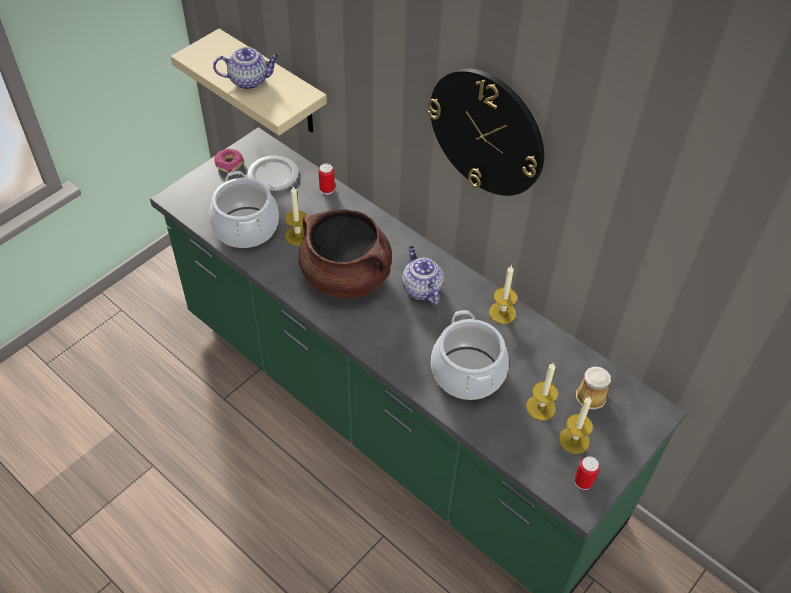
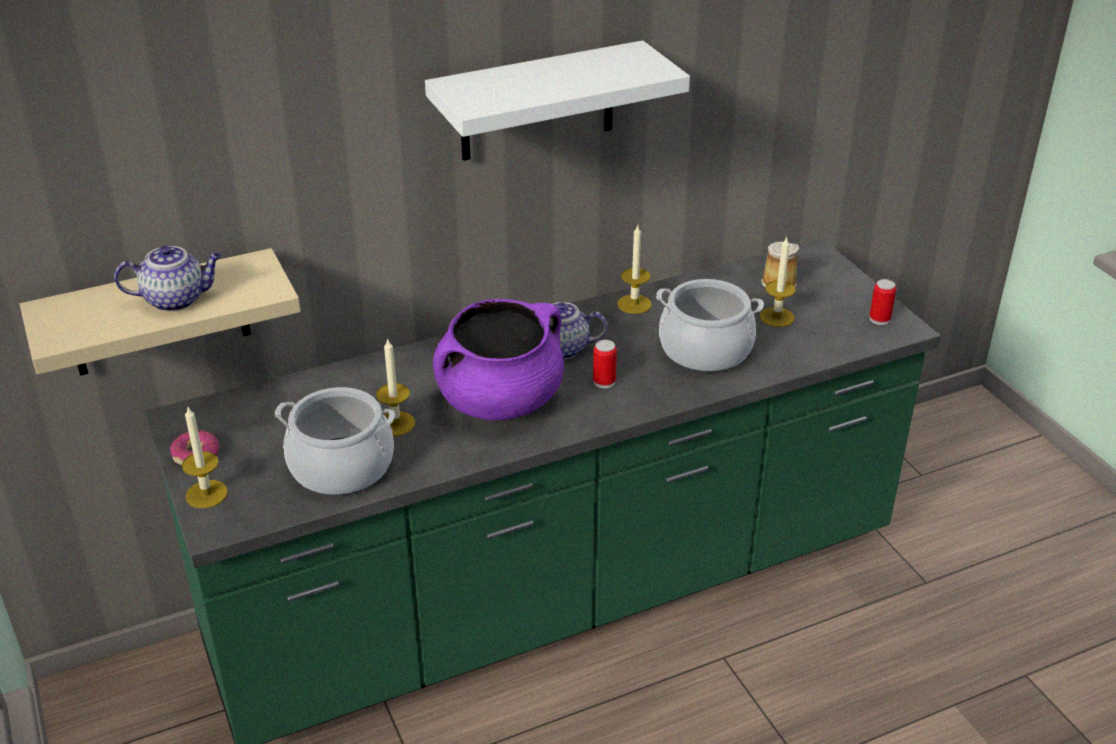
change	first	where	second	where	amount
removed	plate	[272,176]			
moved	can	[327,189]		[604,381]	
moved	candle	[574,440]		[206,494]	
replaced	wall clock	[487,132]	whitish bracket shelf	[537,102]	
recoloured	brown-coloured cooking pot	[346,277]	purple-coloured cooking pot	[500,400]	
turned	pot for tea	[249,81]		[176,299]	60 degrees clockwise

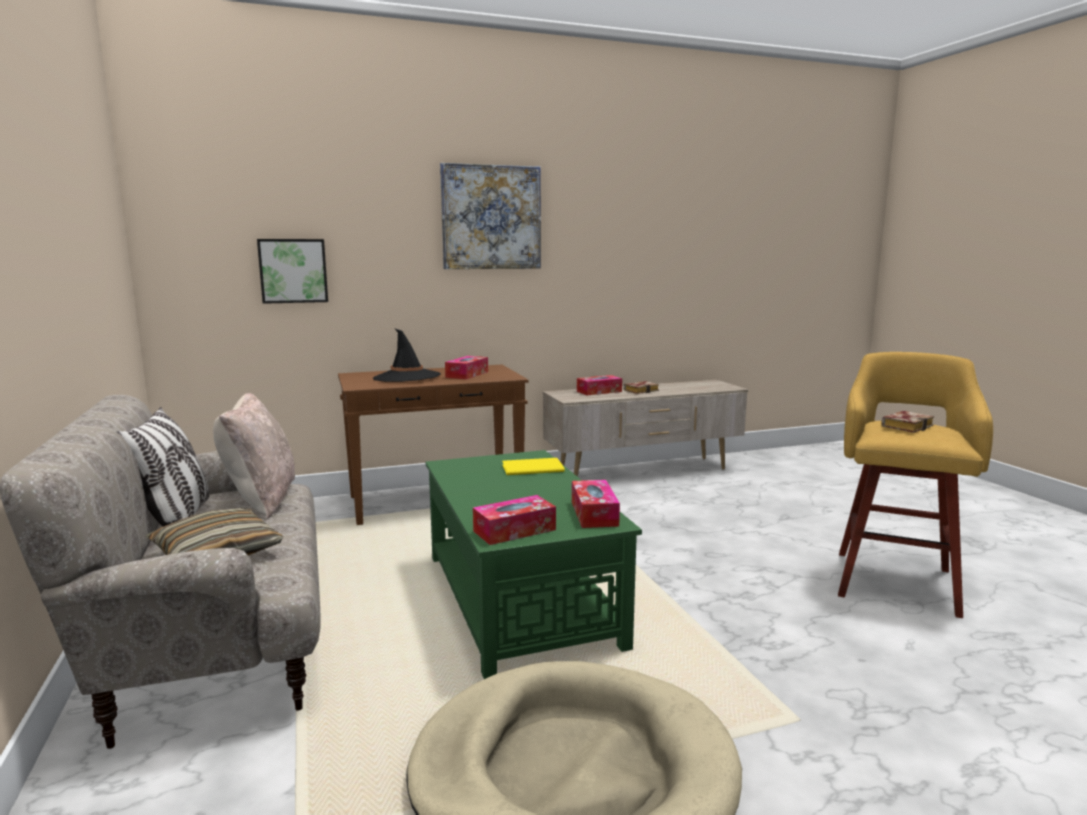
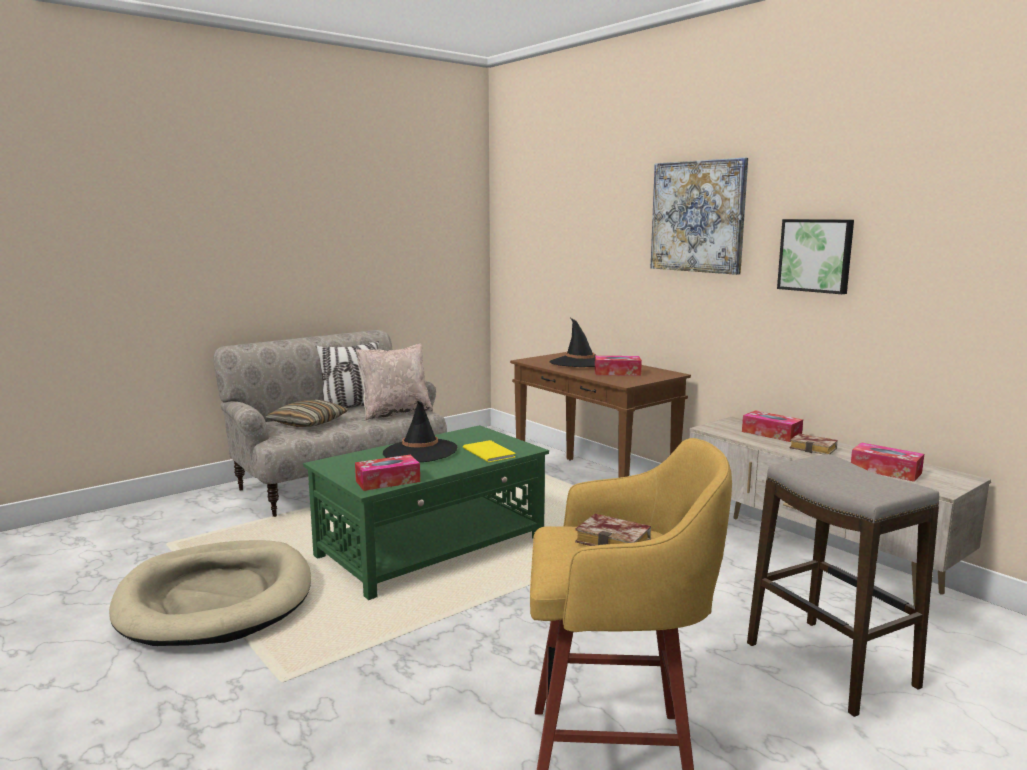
change	first	where	second	where	amount
added			blackish wearable hat	[420,451]	
added			stool seat	[830,666]	
moved	wall art	[293,271]		[816,255]	
moved	box of tissues	[514,530]		[885,471]	

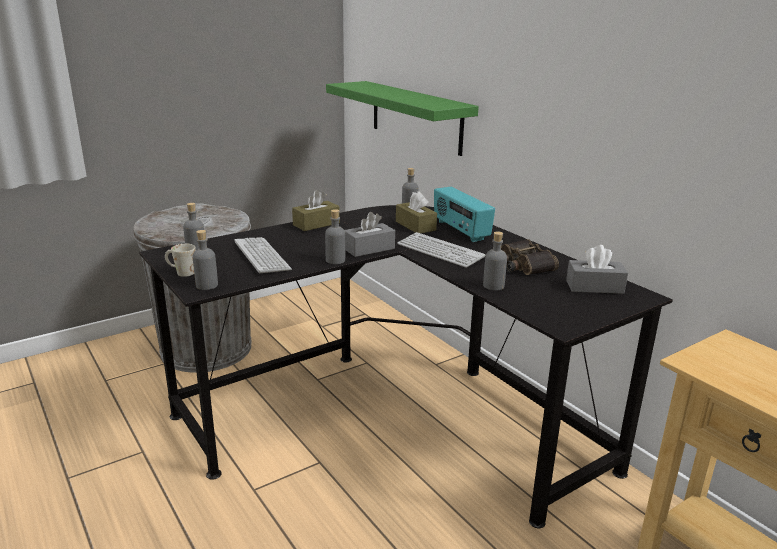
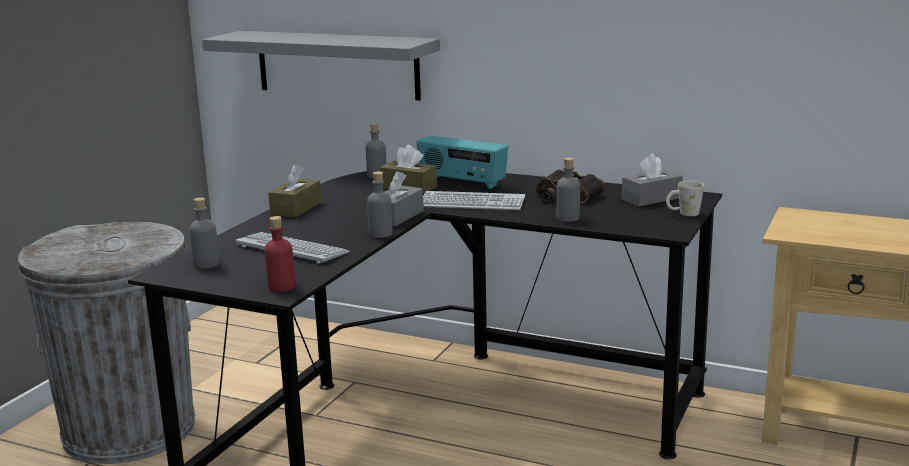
change	first	where	second	where	amount
moved	whitish coffee mug	[181,272]		[683,214]	
recoloured	gray beverage bottle	[207,285]	red-coloured beverage bottle	[281,286]	
recoloured	green bracket shelf	[415,116]	gray bracket shelf	[337,64]	

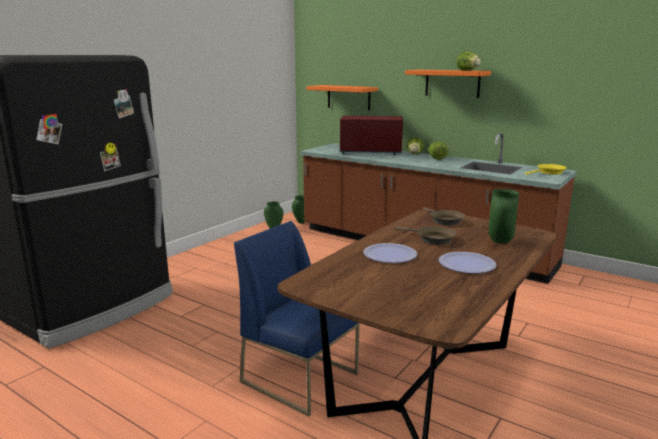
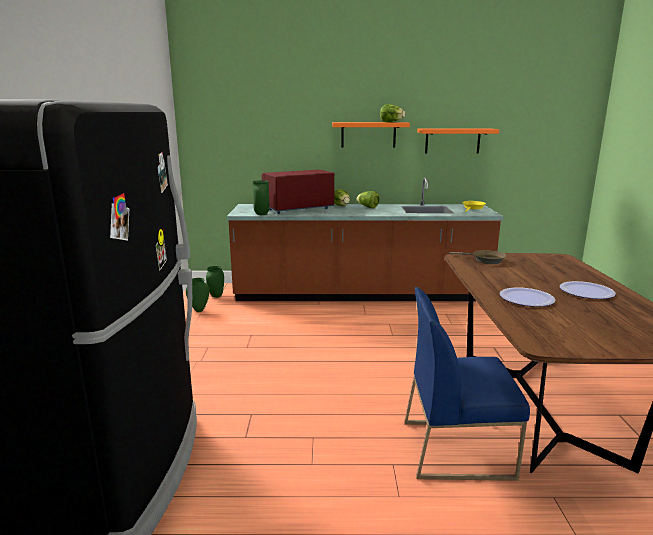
change	first	where	second	where	amount
removed	brown-coloured pan	[432,239]			
moved	orangey bracket shelf	[348,97]		[452,141]	
moved	green vase	[499,241]		[261,214]	

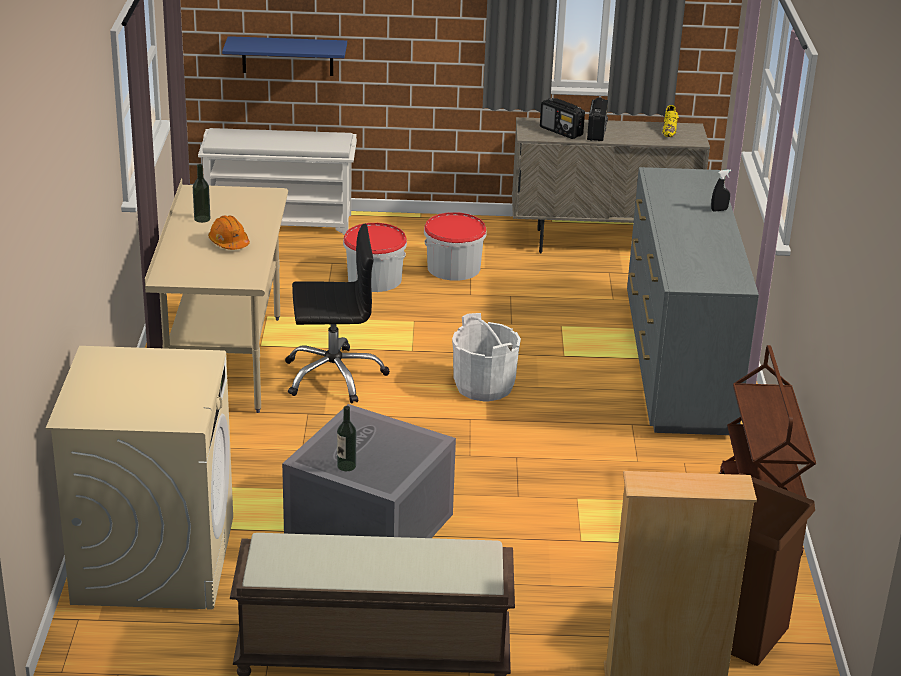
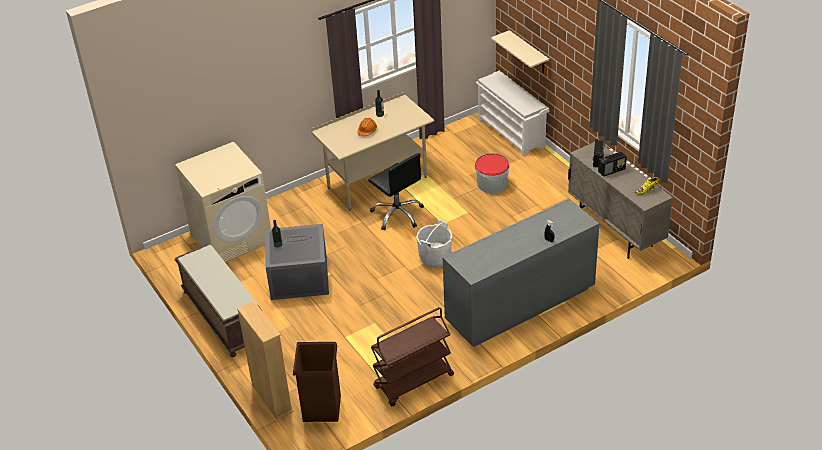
change	first	where	second	where	amount
removed	water bucket	[454,268]			
recoloured	blue-coloured bracket shelf	[287,56]	sand-coloured bracket shelf	[528,53]	

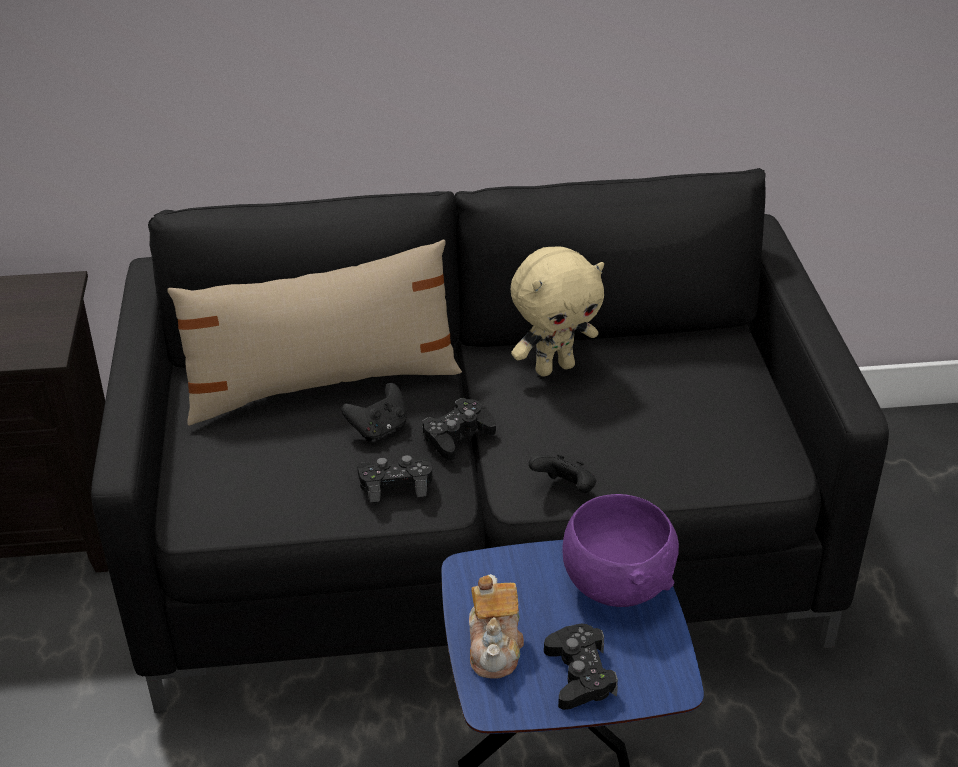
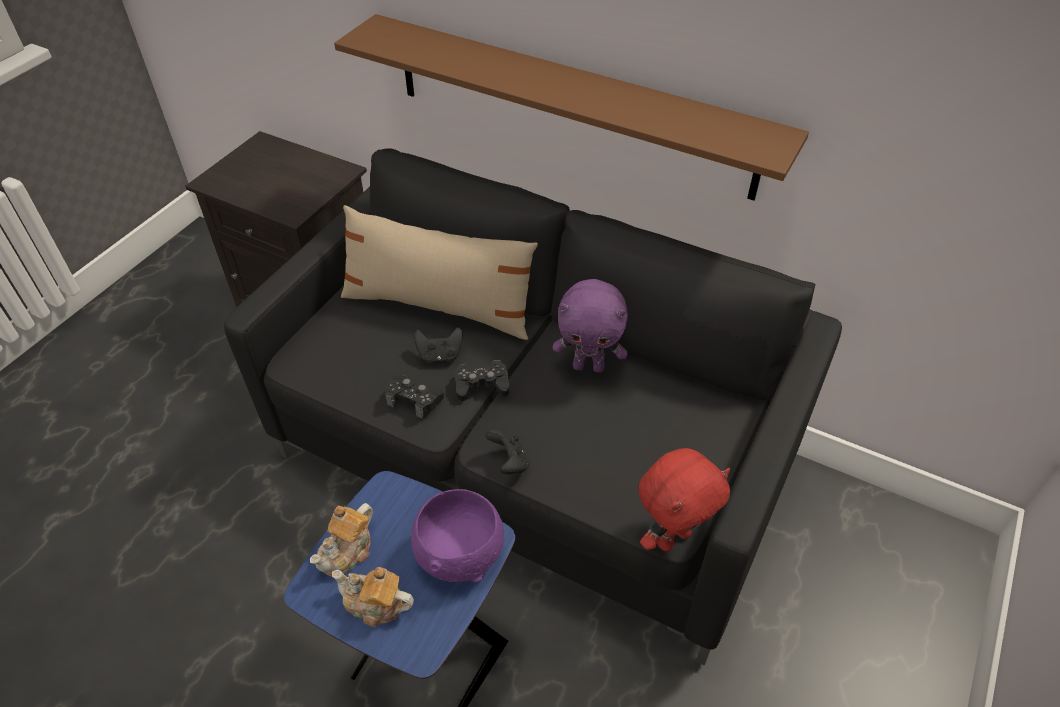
change	first	where	second	where	amount
added			brown-coloured bracket shelf	[570,106]	
added			red-coloured cuddly toy	[672,537]	
replaced	blackish joypad	[579,675]	pot for tea	[375,605]	
recoloured	sand-coloured cuddly toy	[554,367]	purple-coloured cuddly toy	[589,366]	

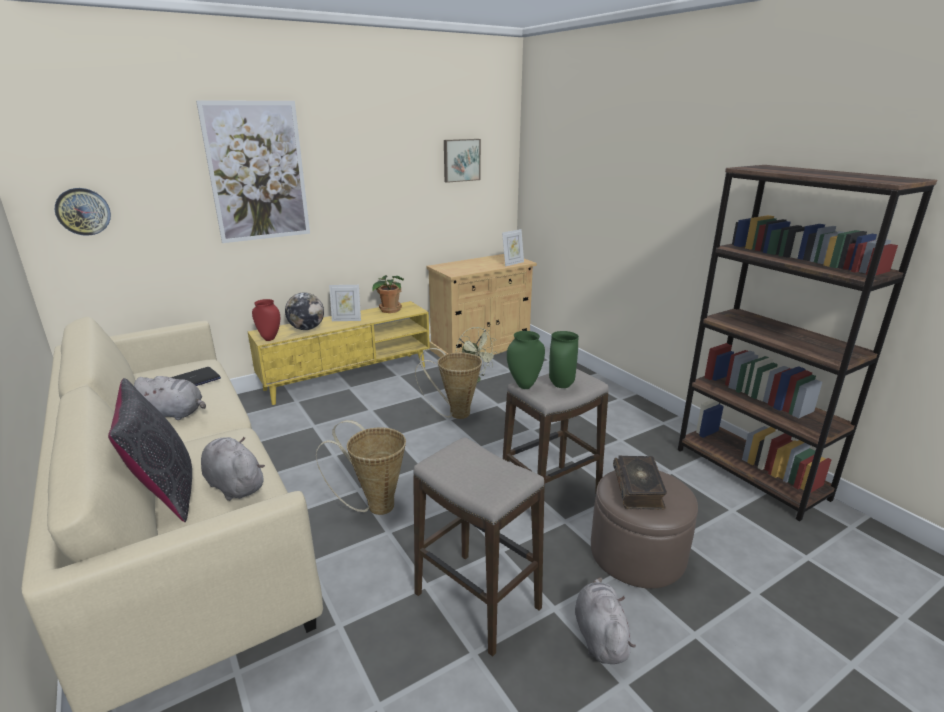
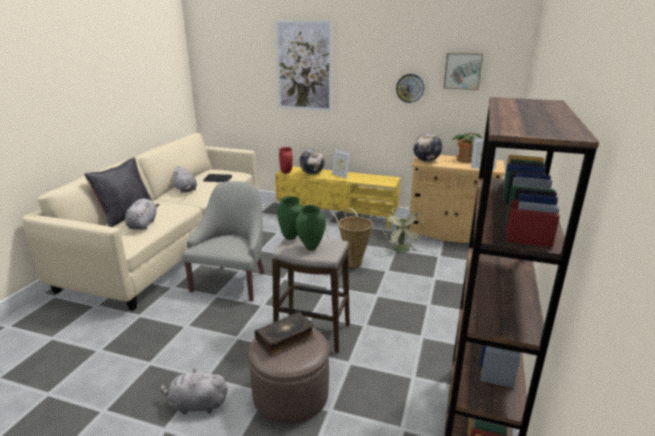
change	first	where	second	where	amount
removed	stool seat	[477,600]			
added			globe	[426,161]	
moved	wall clock	[83,211]		[410,88]	
moved	plant in a pot	[389,310]		[464,160]	
replaced	storage basket	[375,506]	gray armchair	[232,281]	
turned	gray cuddly toy	[599,635]		[196,405]	135 degrees counterclockwise

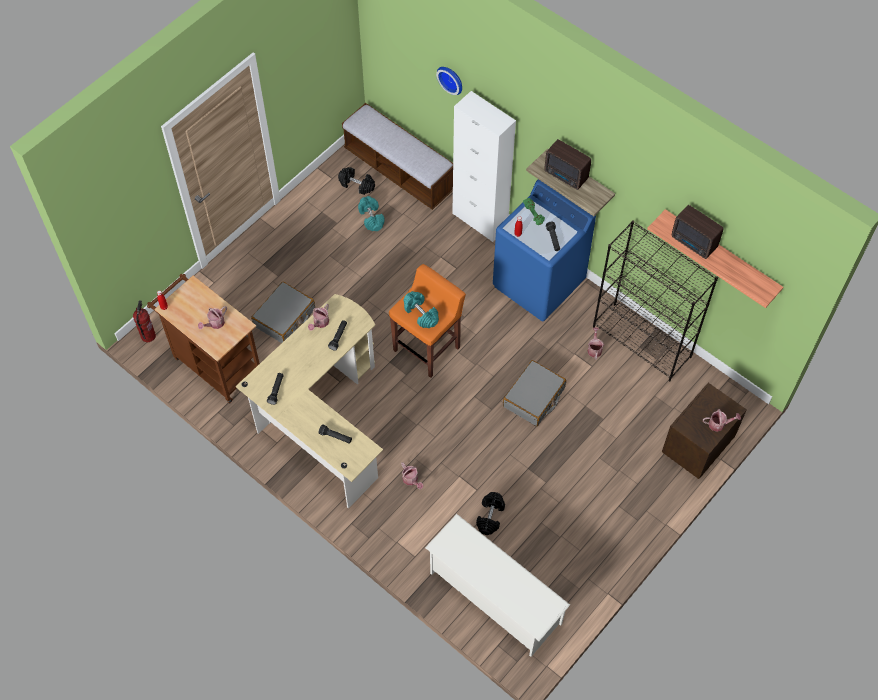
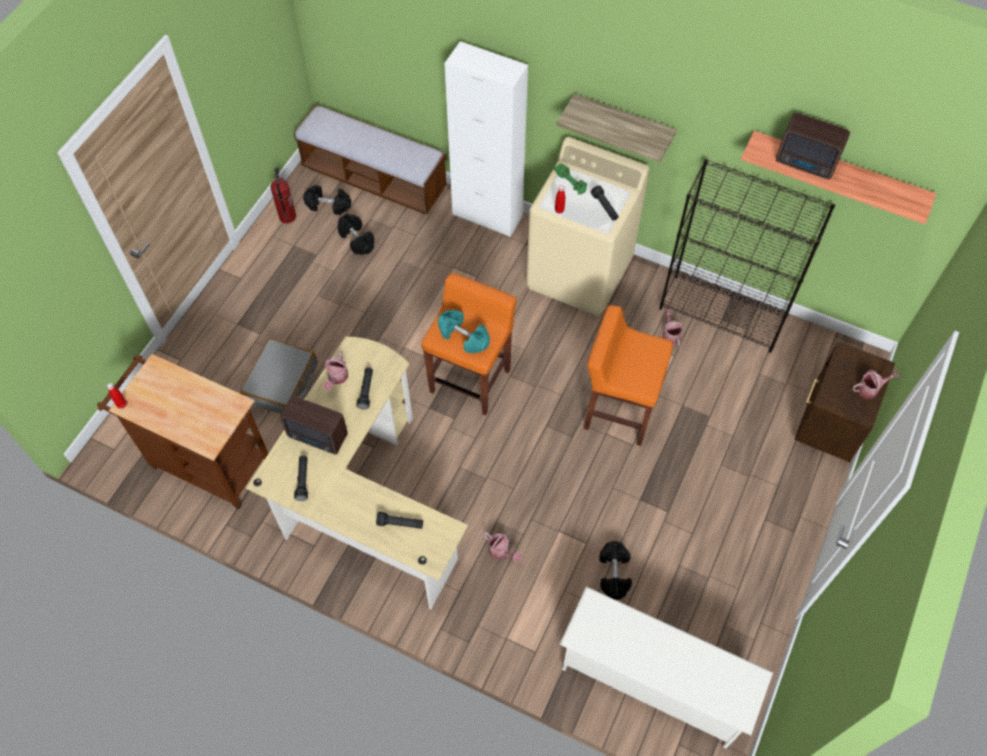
change	first	where	second	where	amount
removed	watering can	[215,324]			
removed	wall clock	[451,78]			
moved	fire-fighting cylinder	[148,336]		[287,216]	
moved	radio	[566,176]		[318,437]	
replaced	gray suitcase	[534,398]	orangey stool seat	[619,410]	
recoloured	turquoise-coloured hand weight	[371,218]	blackish hand weight	[357,240]	
recoloured	blue-coloured laundry machine	[539,283]	sand-coloured laundry machine	[580,273]	

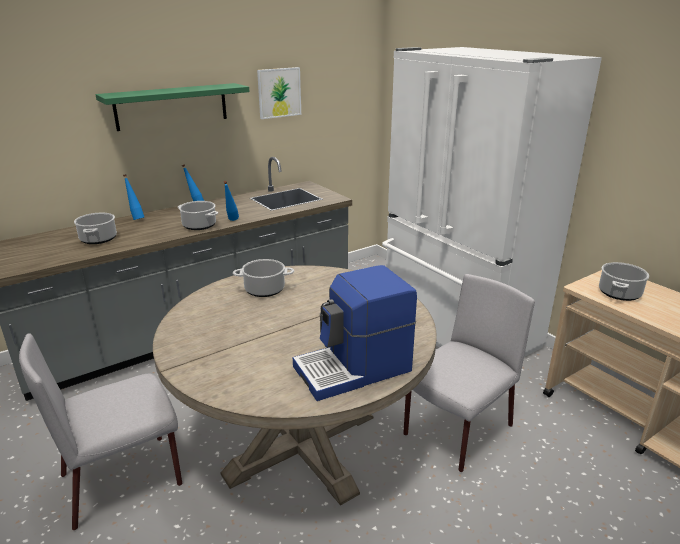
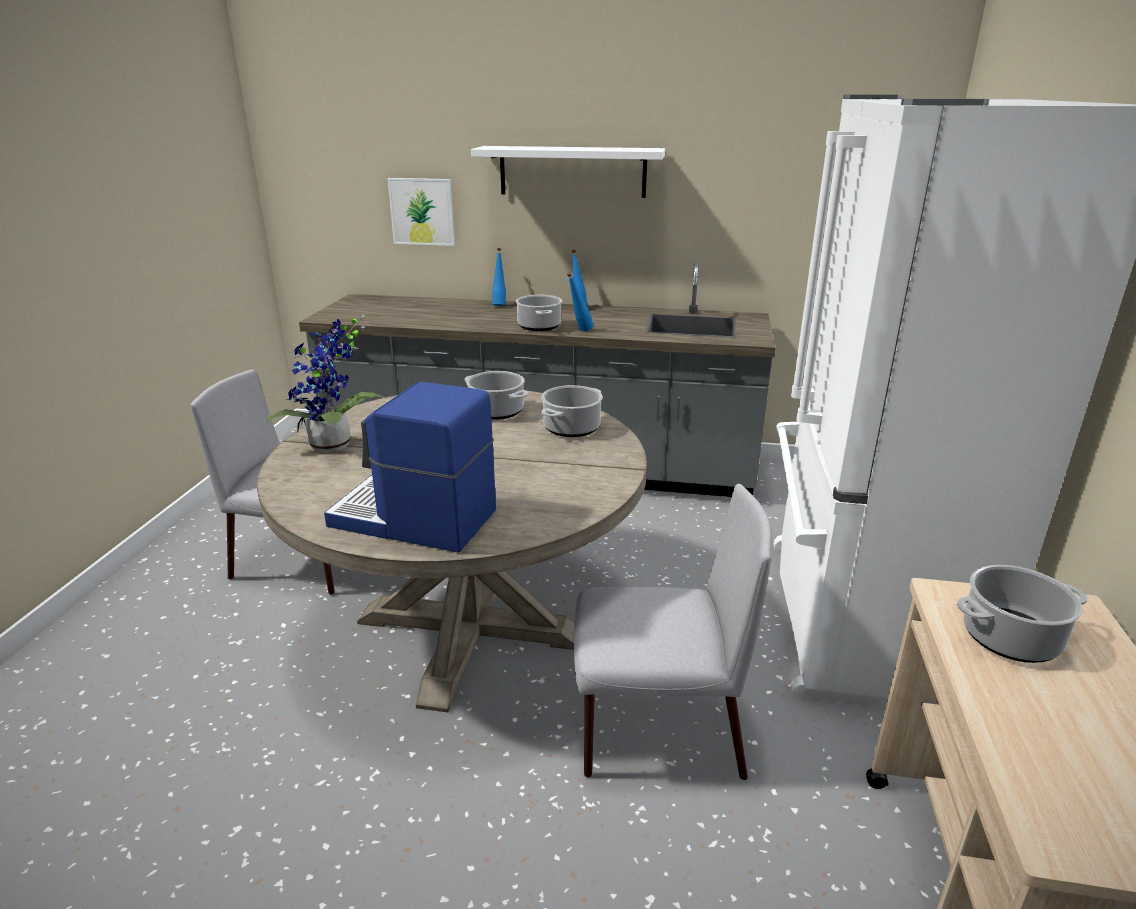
change	first	where	second	where	amount
added			plant in a pot	[334,447]	
moved	cooking pot	[98,239]		[572,428]	
moved	wall art	[279,92]		[422,211]	
recoloured	green bracket shelf	[172,106]	whitish bracket shelf	[572,171]	

